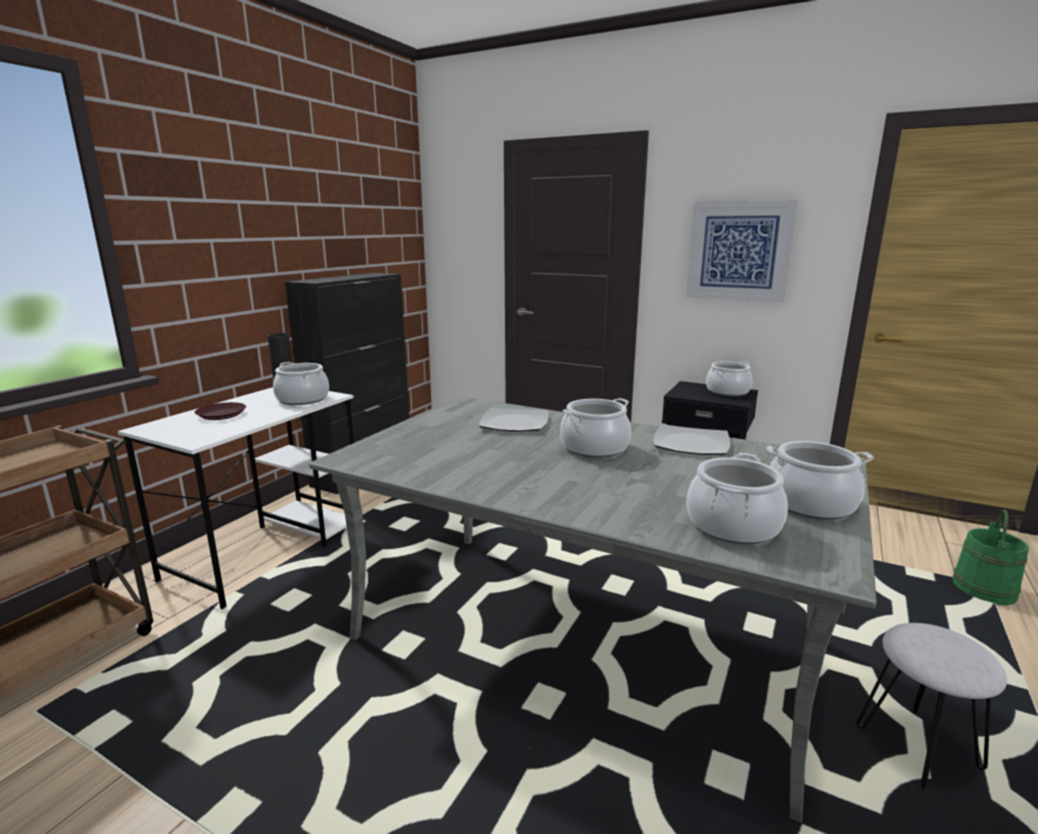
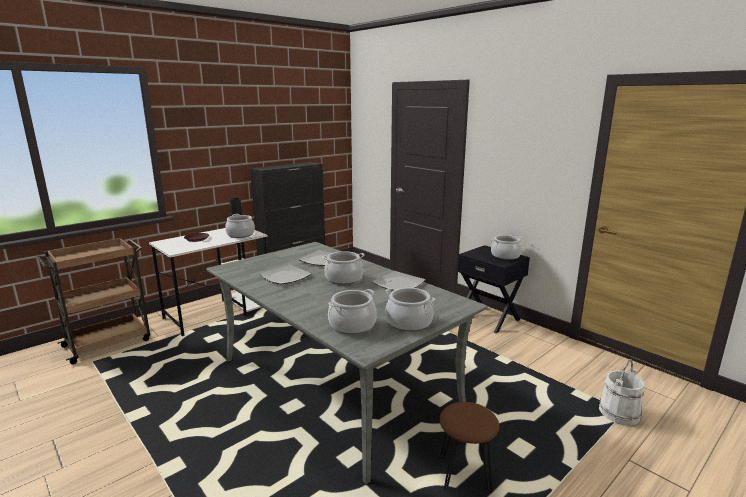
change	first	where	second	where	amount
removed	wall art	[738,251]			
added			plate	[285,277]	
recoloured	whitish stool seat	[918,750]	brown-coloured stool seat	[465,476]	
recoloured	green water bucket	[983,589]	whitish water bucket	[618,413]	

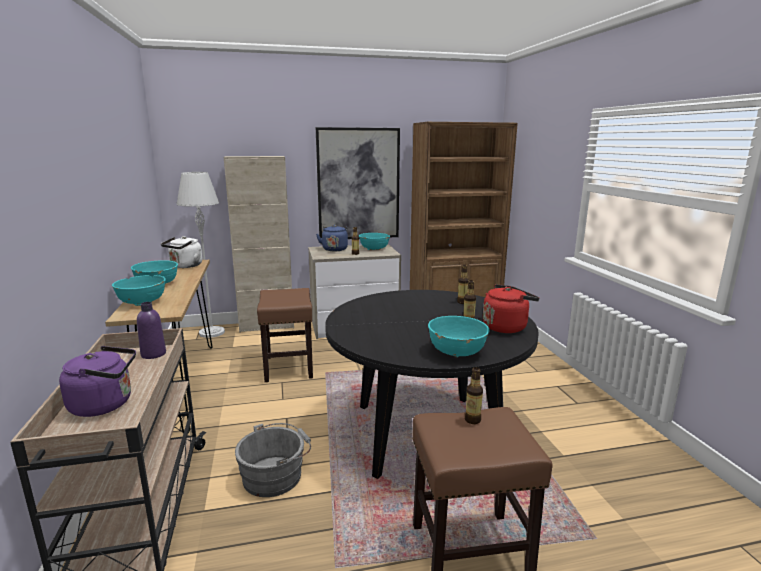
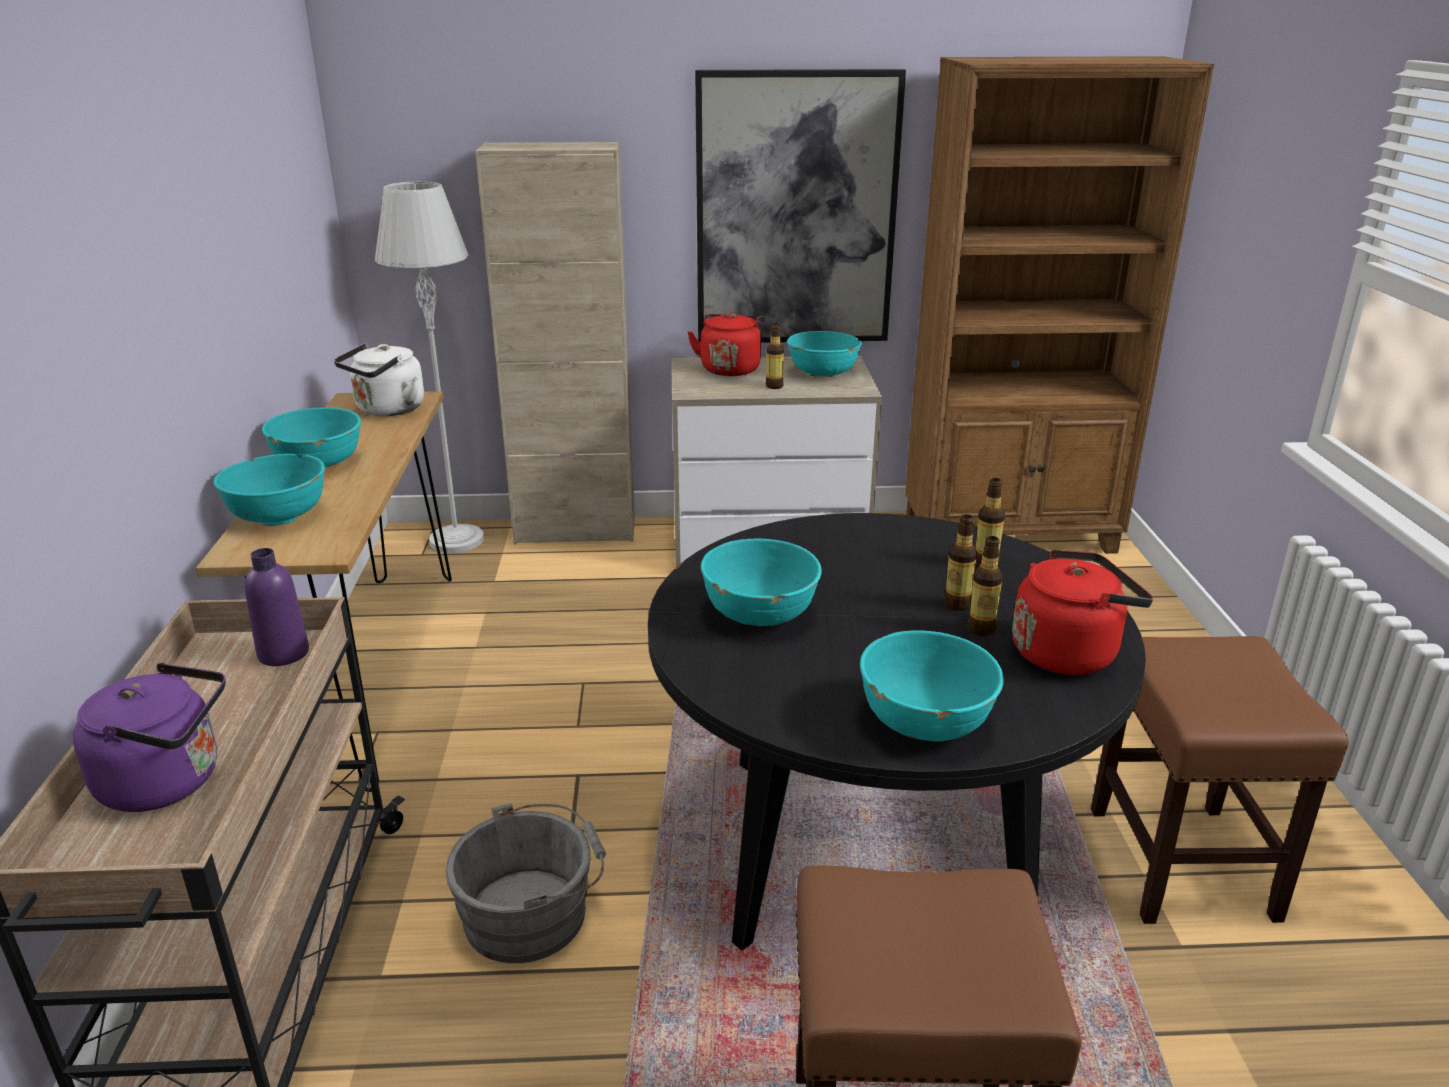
change	first	where	second	where	amount
added			turquoise-coloured serving bowl	[760,613]	
moved	brown-coloured stool seat	[289,367]		[1183,864]	
moved	beverage bottle	[472,420]		[957,604]	
recoloured	blue-coloured tea kettle	[334,249]	red-coloured tea kettle	[730,368]	

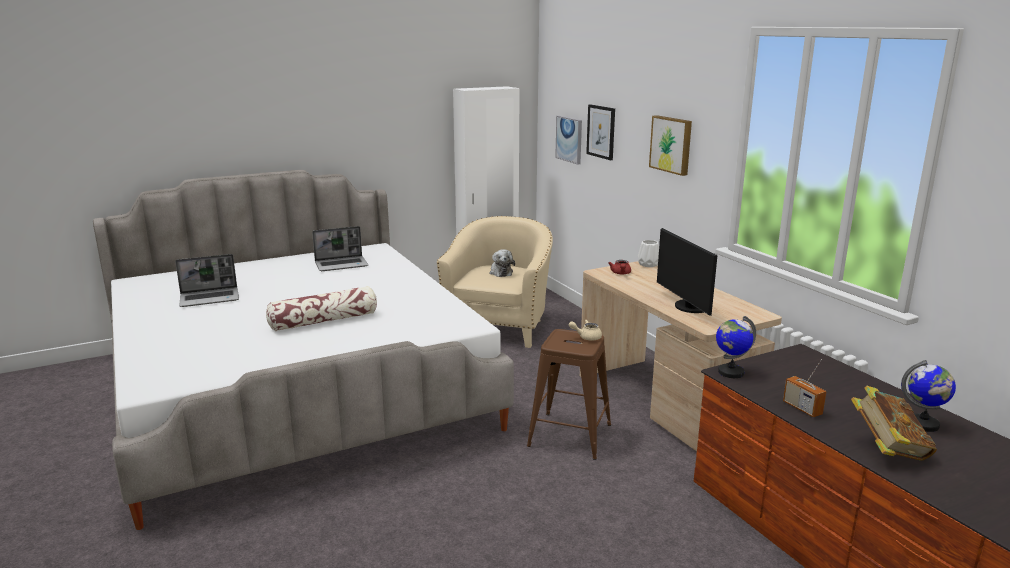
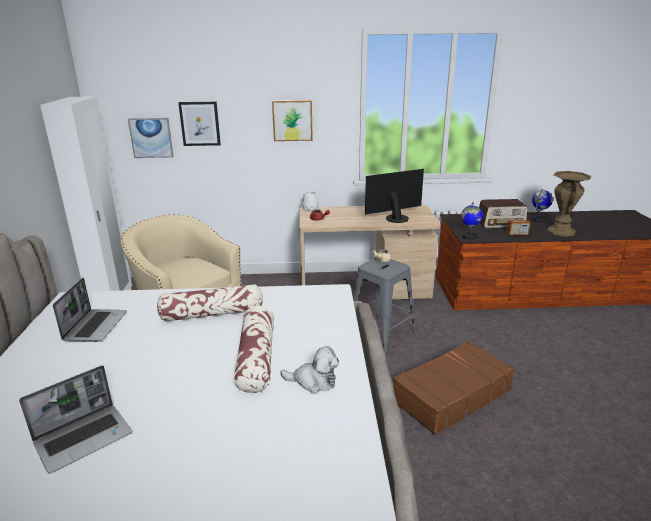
change	first	where	second	where	amount
added			cushion	[212,314]	
added			brown-coloured suitcase	[451,395]	
added			radio	[501,223]	
moved	cuddly toy	[500,272]		[313,381]	
replaced	volume	[887,449]	brown-coloured vase	[561,231]	
recoloured	brown-coloured stool seat	[570,435]	gray stool seat	[381,333]	
turned	laptop	[210,298]		[84,437]	45 degrees clockwise
turned	monitor	[688,307]		[395,218]	150 degrees clockwise

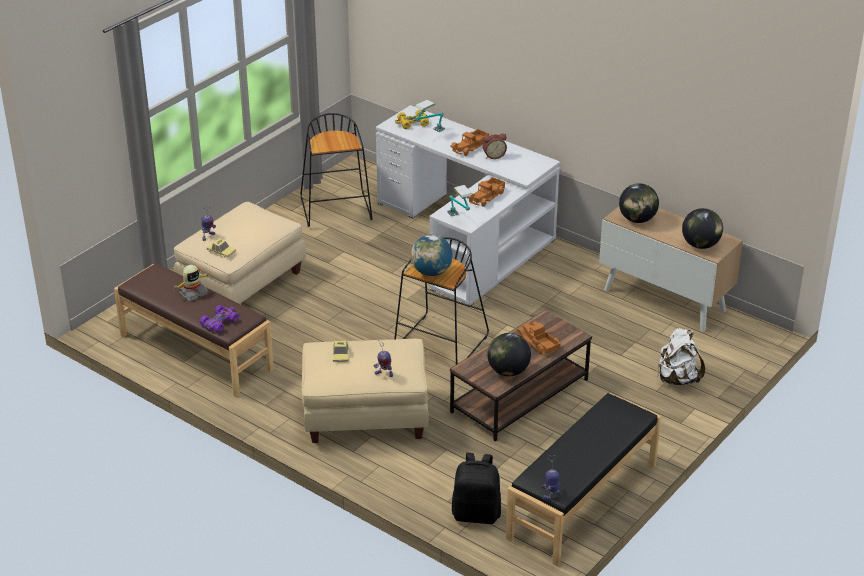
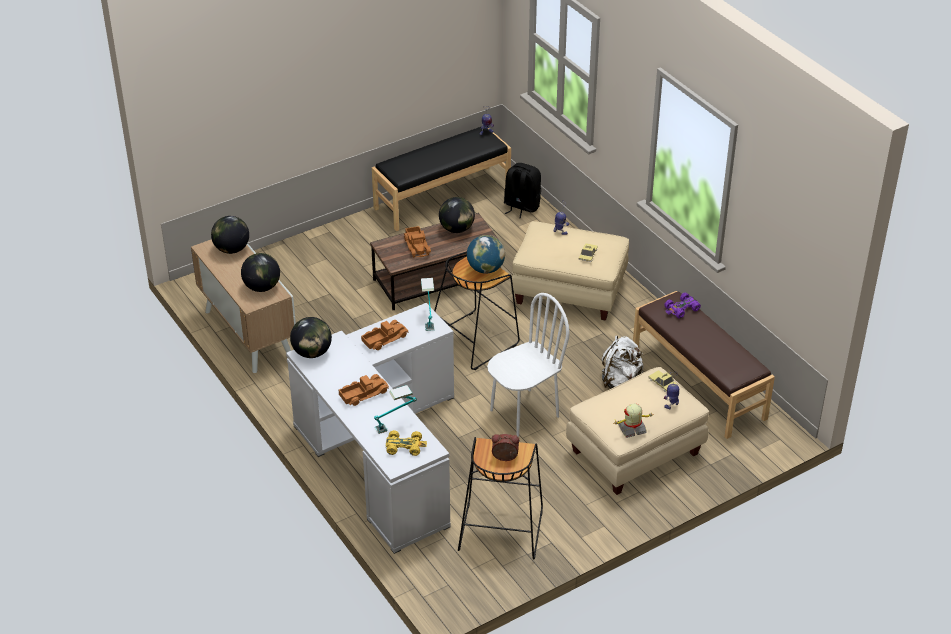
change	first	where	second	where	amount
added			globe	[312,353]	
added			whitish upright chair	[524,413]	
moved	toy robot	[193,293]		[632,429]	
moved	alarm clock	[493,155]		[505,458]	
moved	whitish backpack	[677,378]		[620,381]	

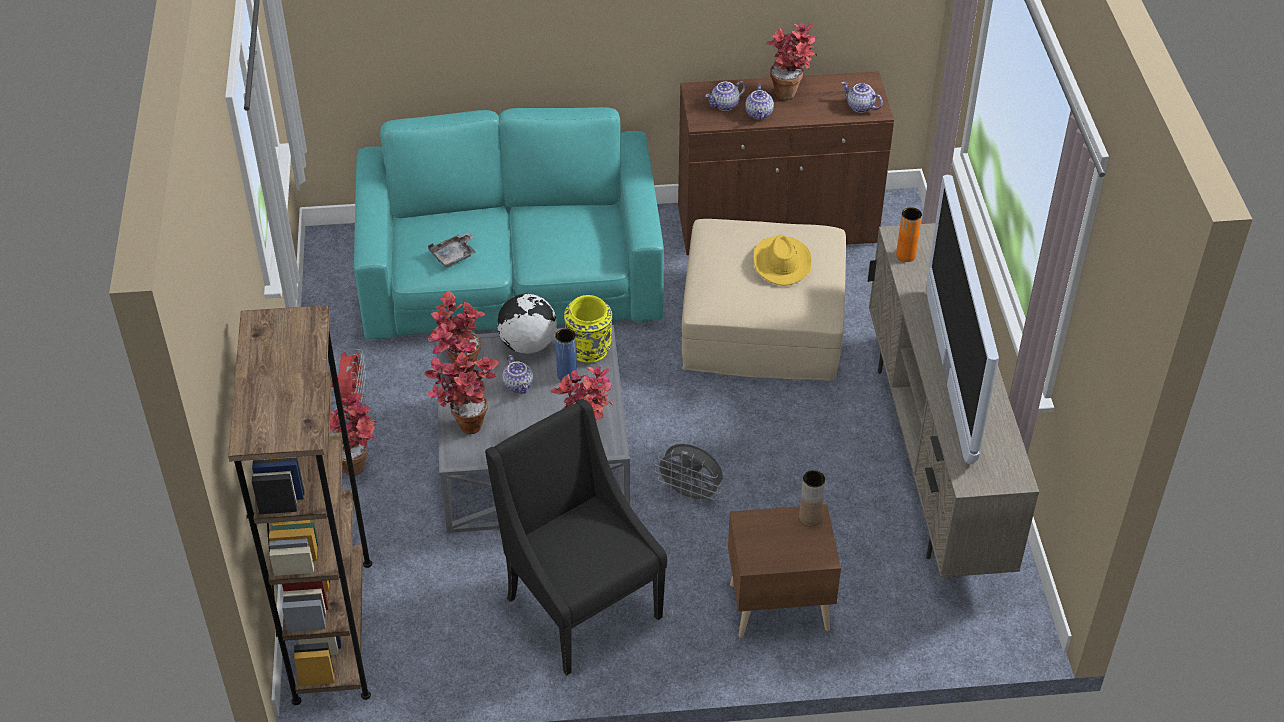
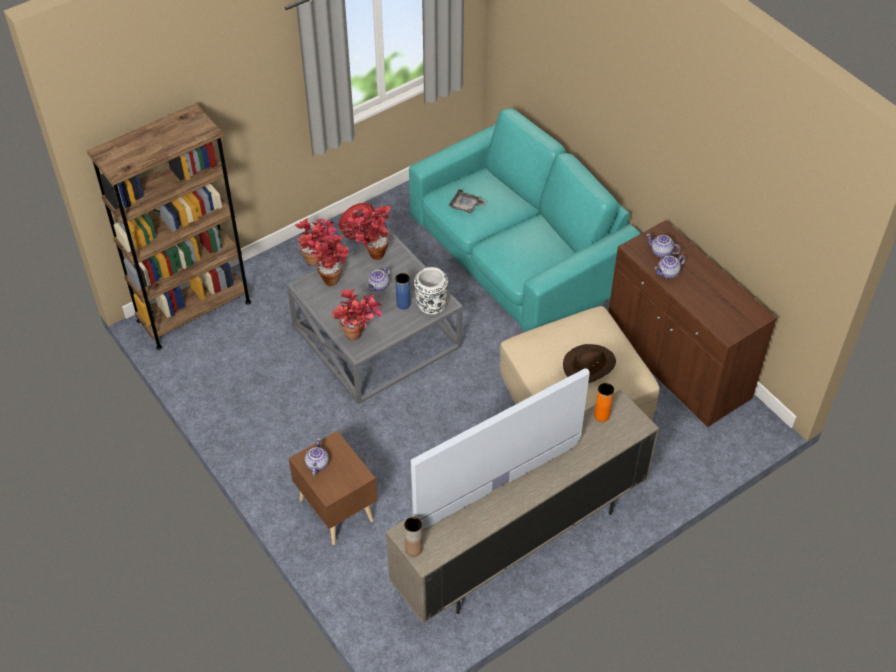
change	first	where	second	where	amount
removed	blackish armchair	[579,605]			
removed	globe	[527,345]			
removed	gray fan	[690,494]			
removed	plant in a pot	[790,91]			
moved	brown-coloured vase	[809,518]		[414,549]	
moved	pot for tea	[859,107]		[316,464]	
recoloured	yellow-coloured vase	[589,350]	whitish vase	[431,305]	
recoloured	yellow-coloured wearable hat	[781,262]	brown-coloured wearable hat	[589,365]	

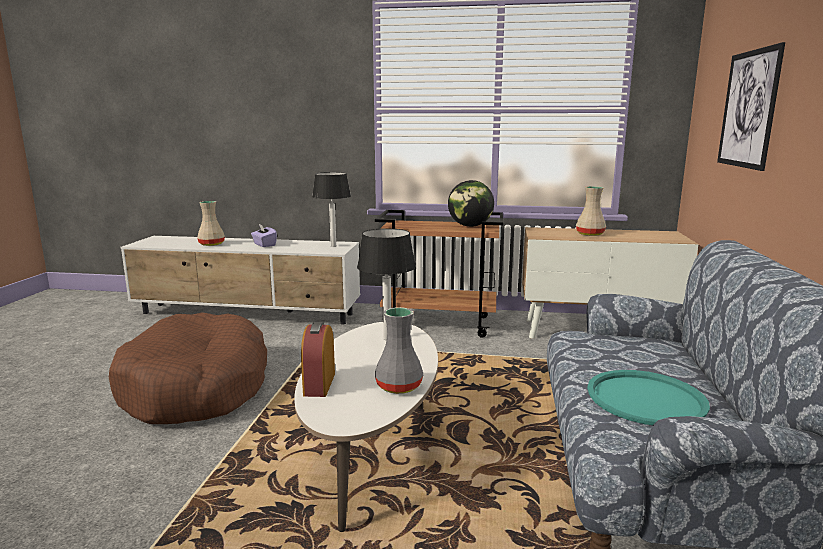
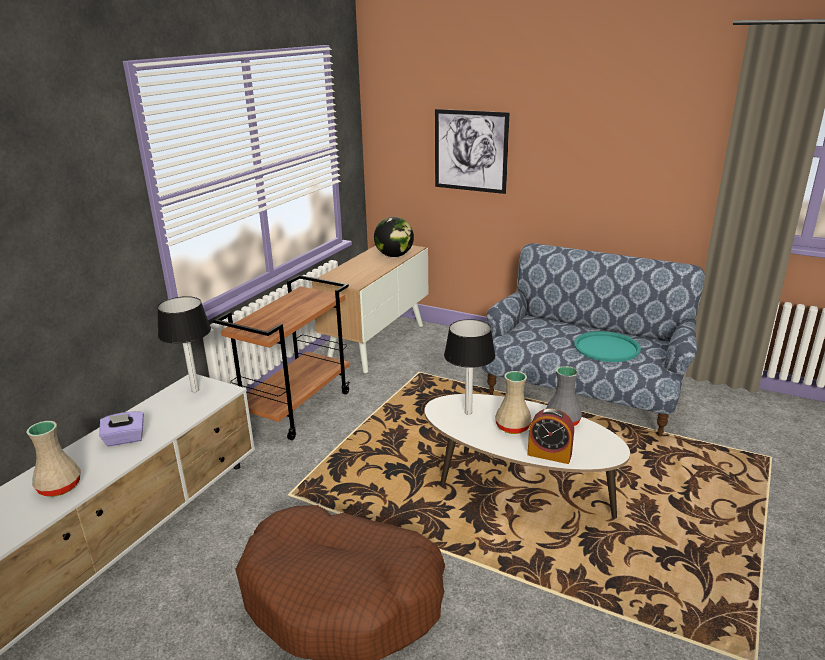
change	first	where	second	where	amount
moved	globe	[470,226]		[394,256]	
moved	sand-coloured vase	[589,234]		[513,428]	

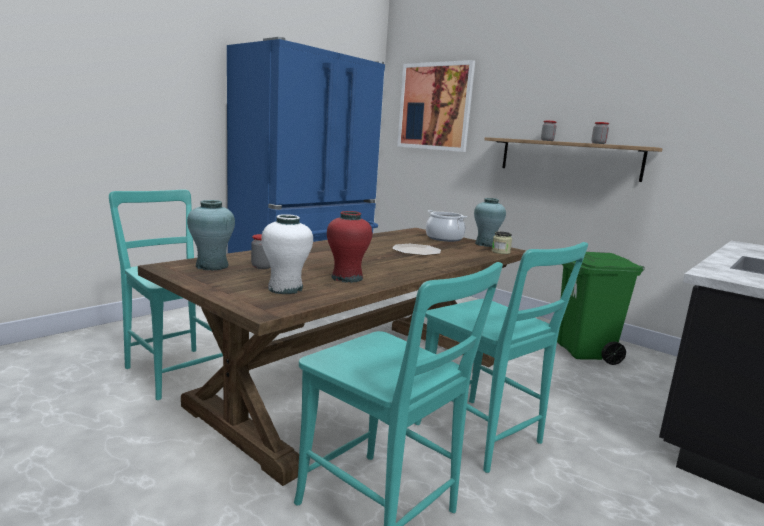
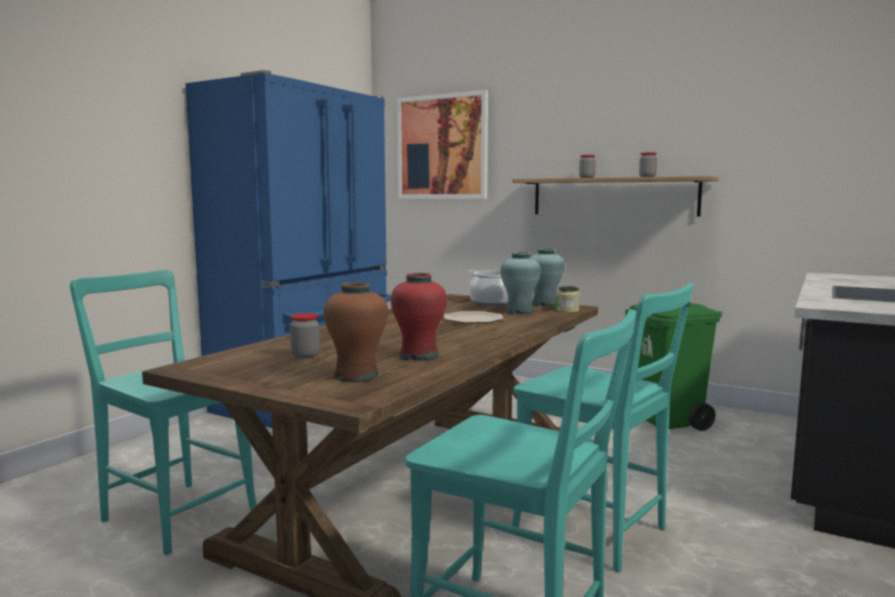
change	first	where	second	where	amount
moved	turquoise-coloured vase	[212,266]		[519,312]	
recoloured	whitish vase	[285,289]	brown-coloured vase	[356,376]	

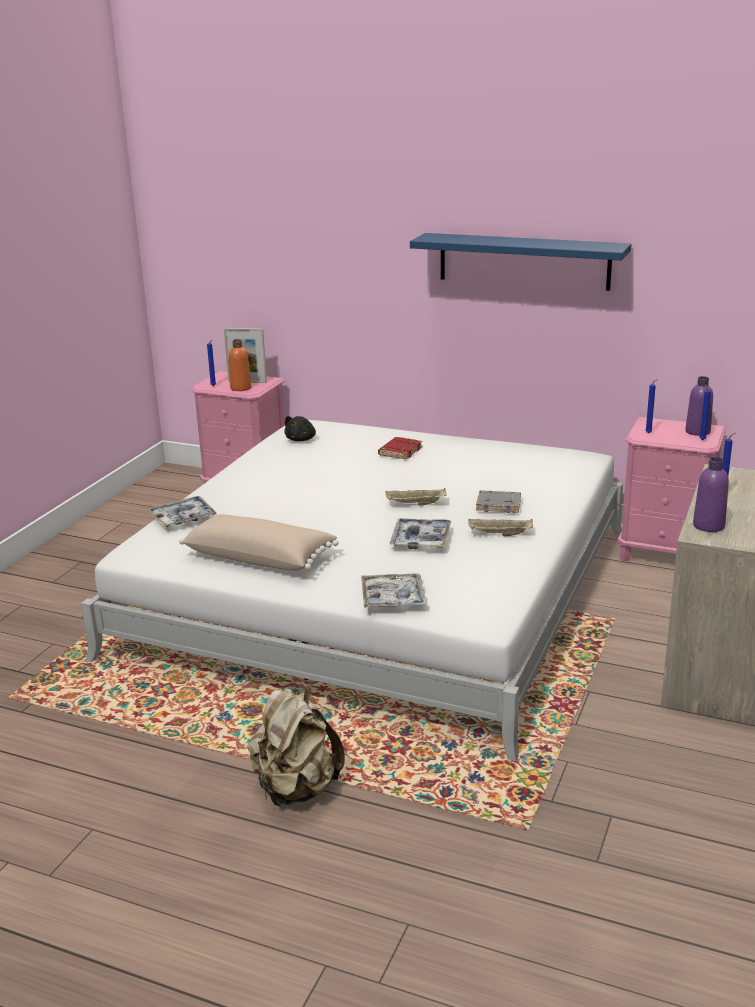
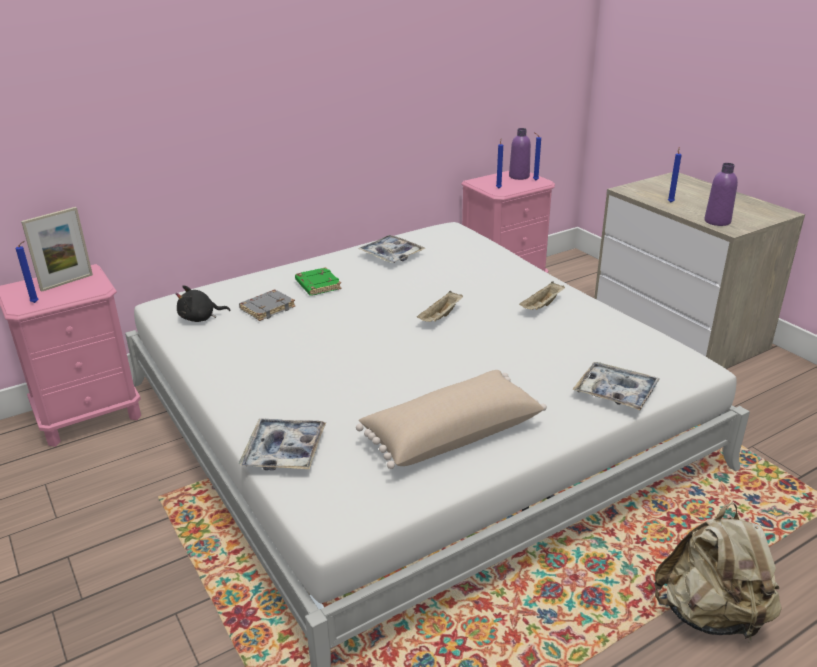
change	first	where	second	where	amount
removed	orangey beverage bottle	[240,388]			
removed	blue-coloured bracket shelf	[523,261]			
moved	carrying tray	[420,539]		[391,255]	
moved	gray volume	[499,505]		[267,308]	
recoloured	red-coloured volume	[400,451]	green volume	[317,285]	
turned	blackish cuddly toy	[301,439]		[200,318]	105 degrees clockwise

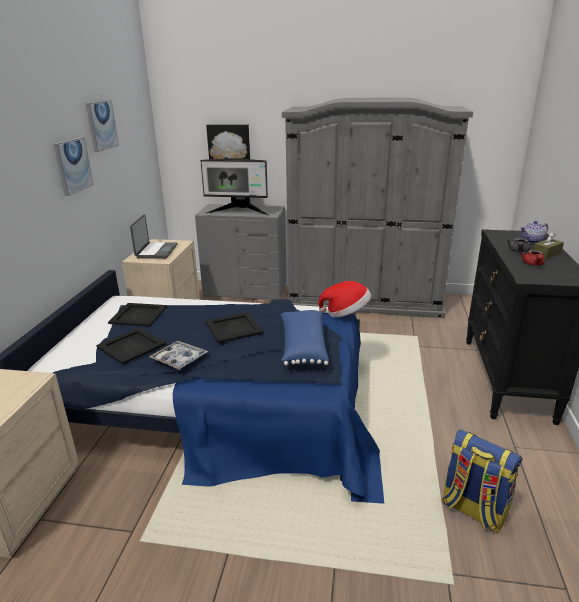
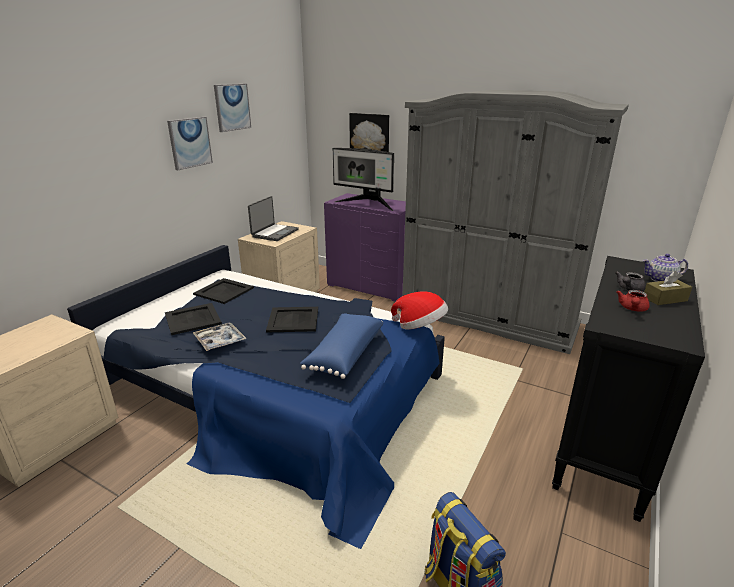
change	first	where	second	where	amount
recoloured	gray drawer chest	[246,291]	purple-coloured drawer chest	[371,285]	

